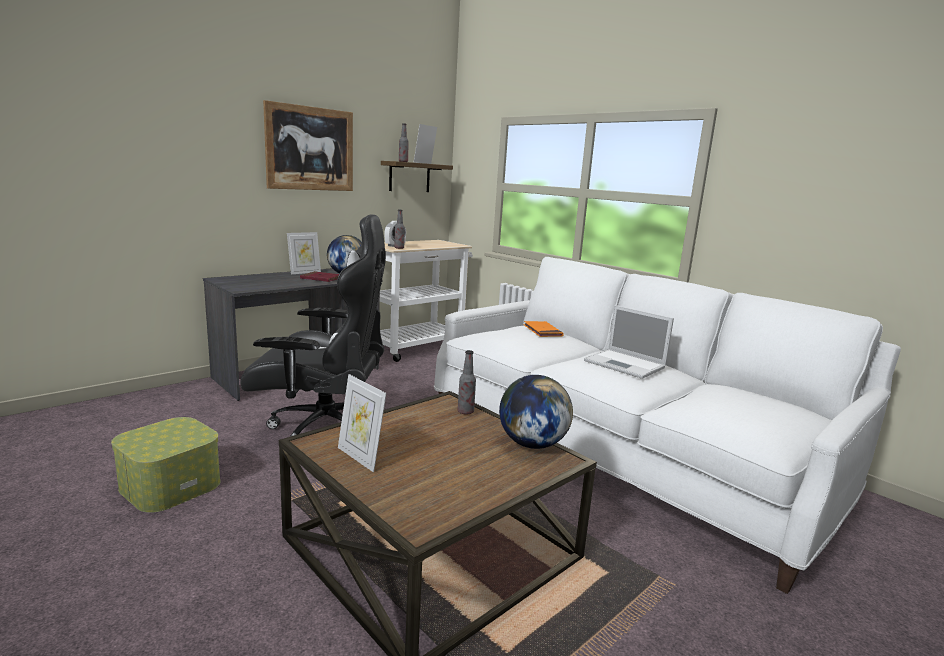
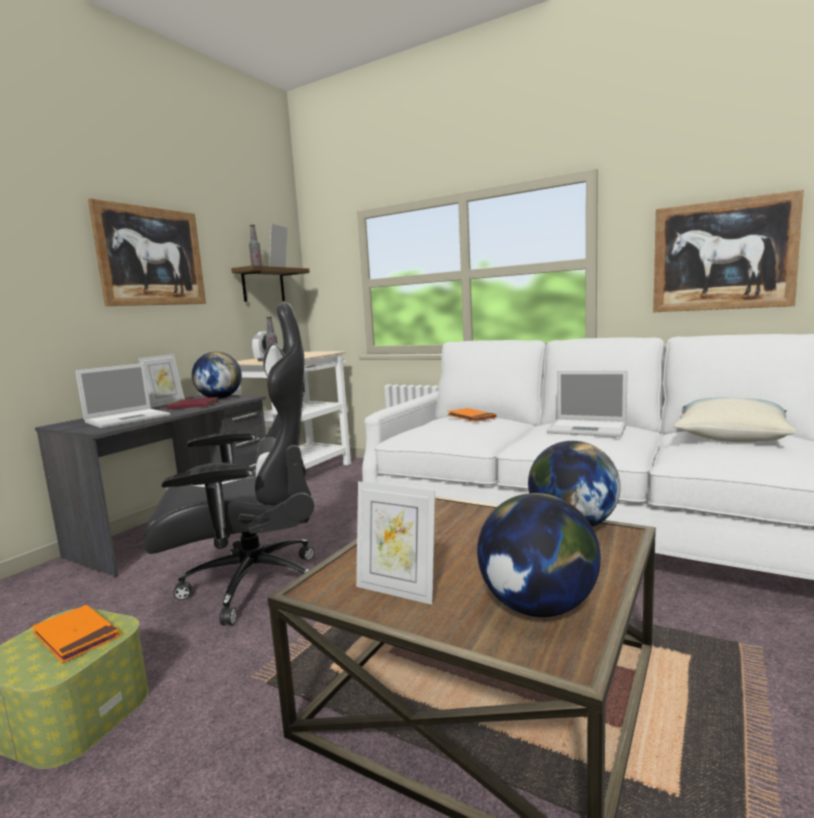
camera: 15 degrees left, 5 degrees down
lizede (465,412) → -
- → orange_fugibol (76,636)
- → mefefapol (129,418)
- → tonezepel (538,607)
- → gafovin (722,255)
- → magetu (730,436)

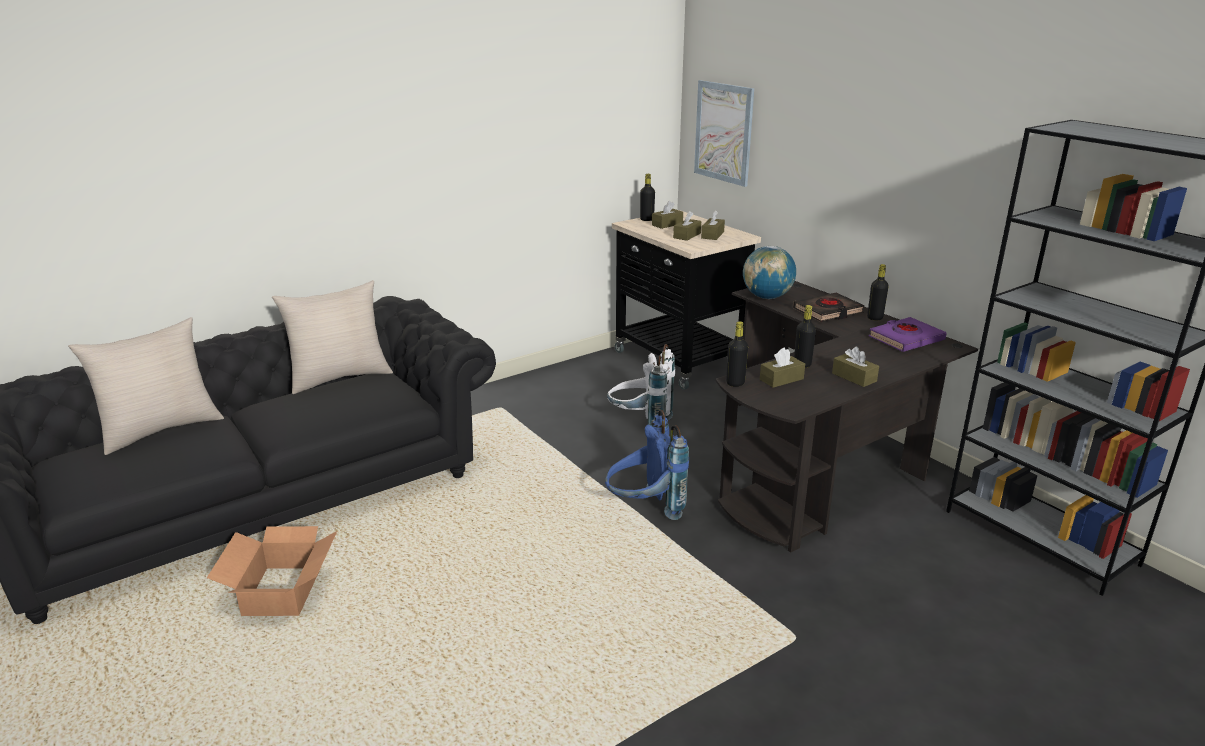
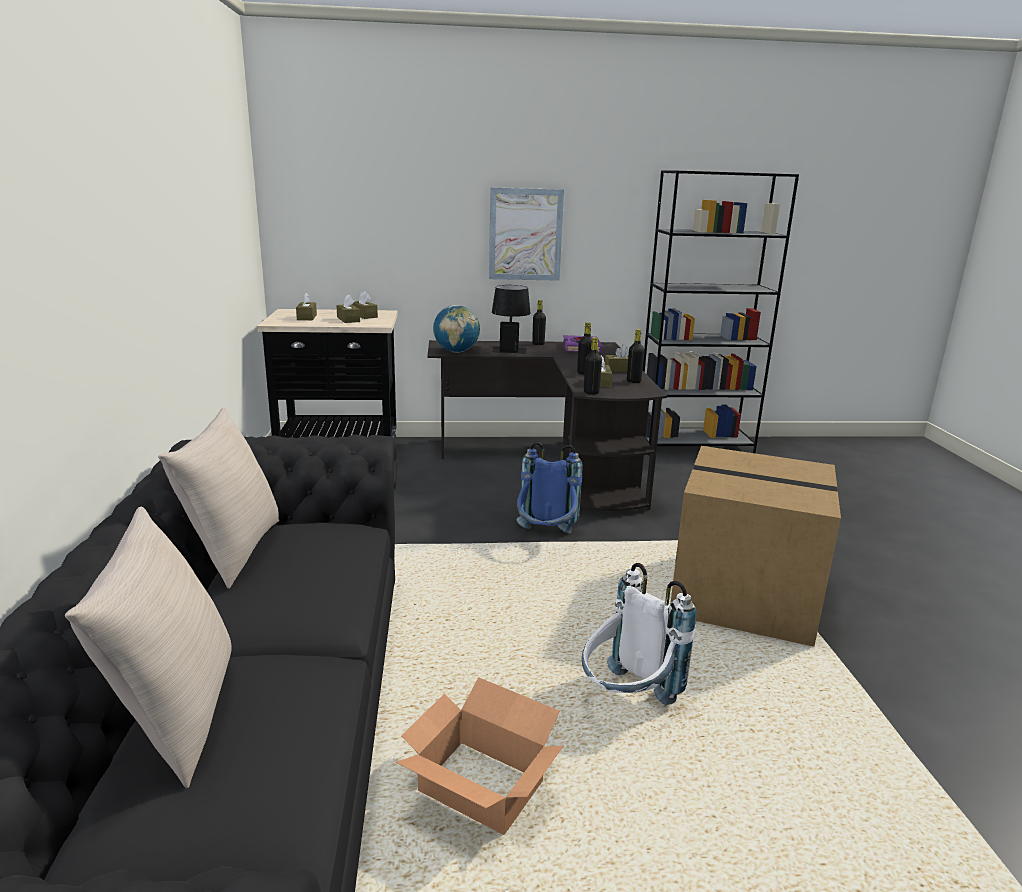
camera: 60 degrees left, 5 degrees down
- → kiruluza (746,596)
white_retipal (640,425) → white_retipal (627,701), shifted
black_lizede (647,219) → black_lizede (633,381), shifted
gafovin (723,132) → gafovin (525,234), shifted
black_fugibol (828,312) → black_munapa (509,348)

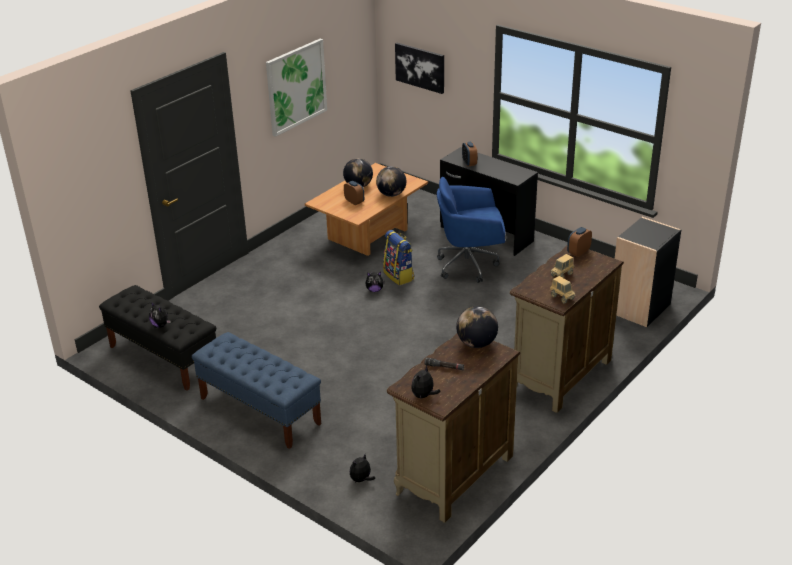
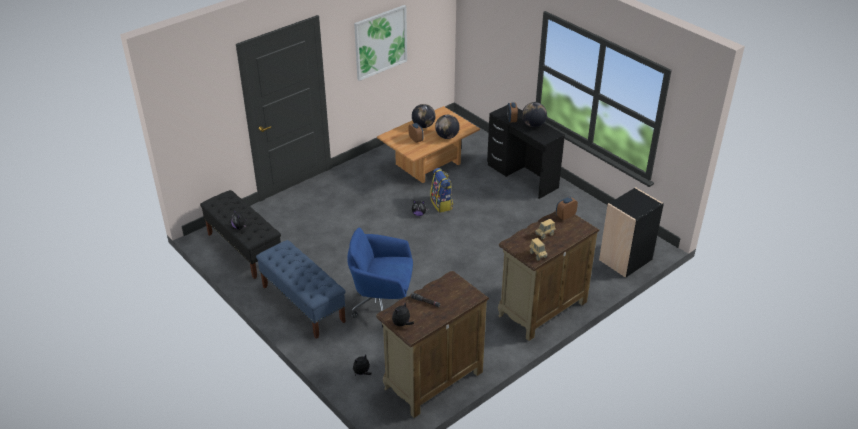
camera: 10 degrees right, 5 degrees up
gafovin (420,67) → -
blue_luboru (470,266) → blue_luboru (382,307), shifted
tonezepel (476,343) → tonezepel (533,125), shifted

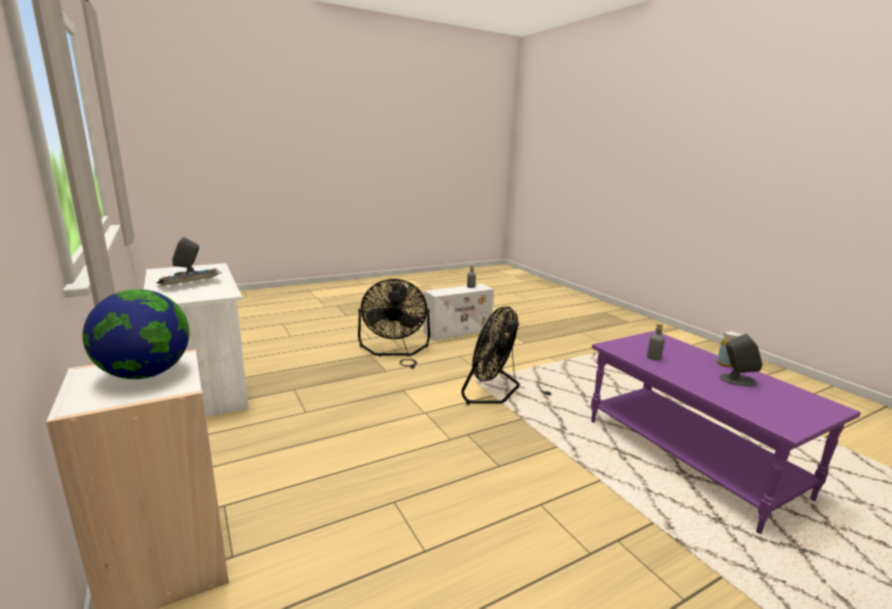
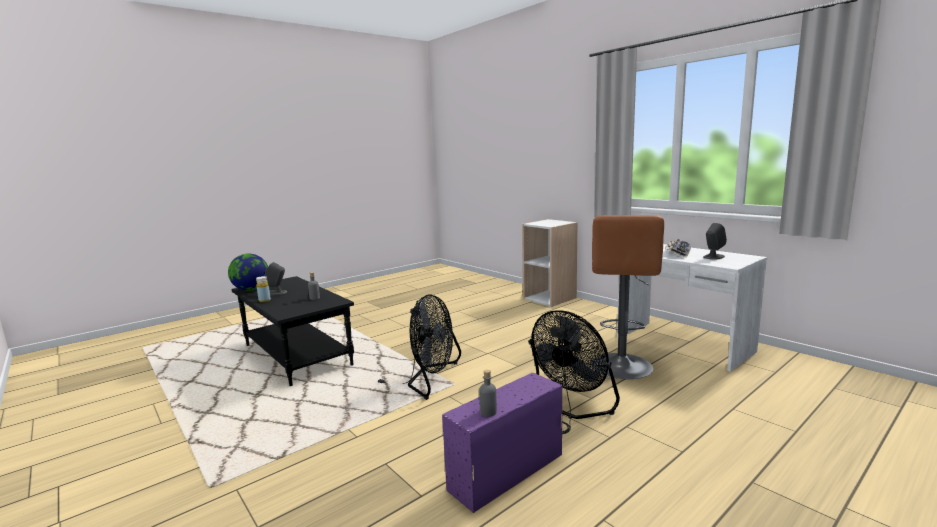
camera: 170 degrees right, 5 degrees down
- → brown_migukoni (620,366)
tonezepel (145,374) → tonezepel (251,290), shifted
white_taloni (458,331) → purple_taloni (505,473)
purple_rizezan (691,457) → black_rizezan (295,355)
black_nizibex (396,352) → black_nizibex (565,407), 120 degrees counterclockwise

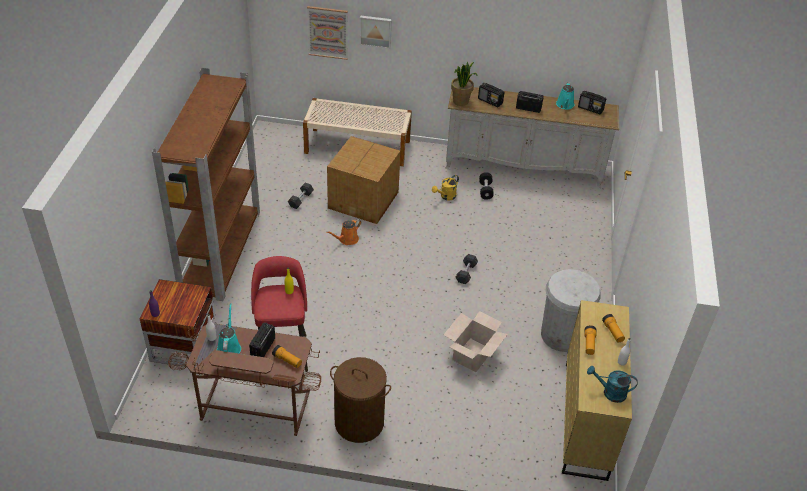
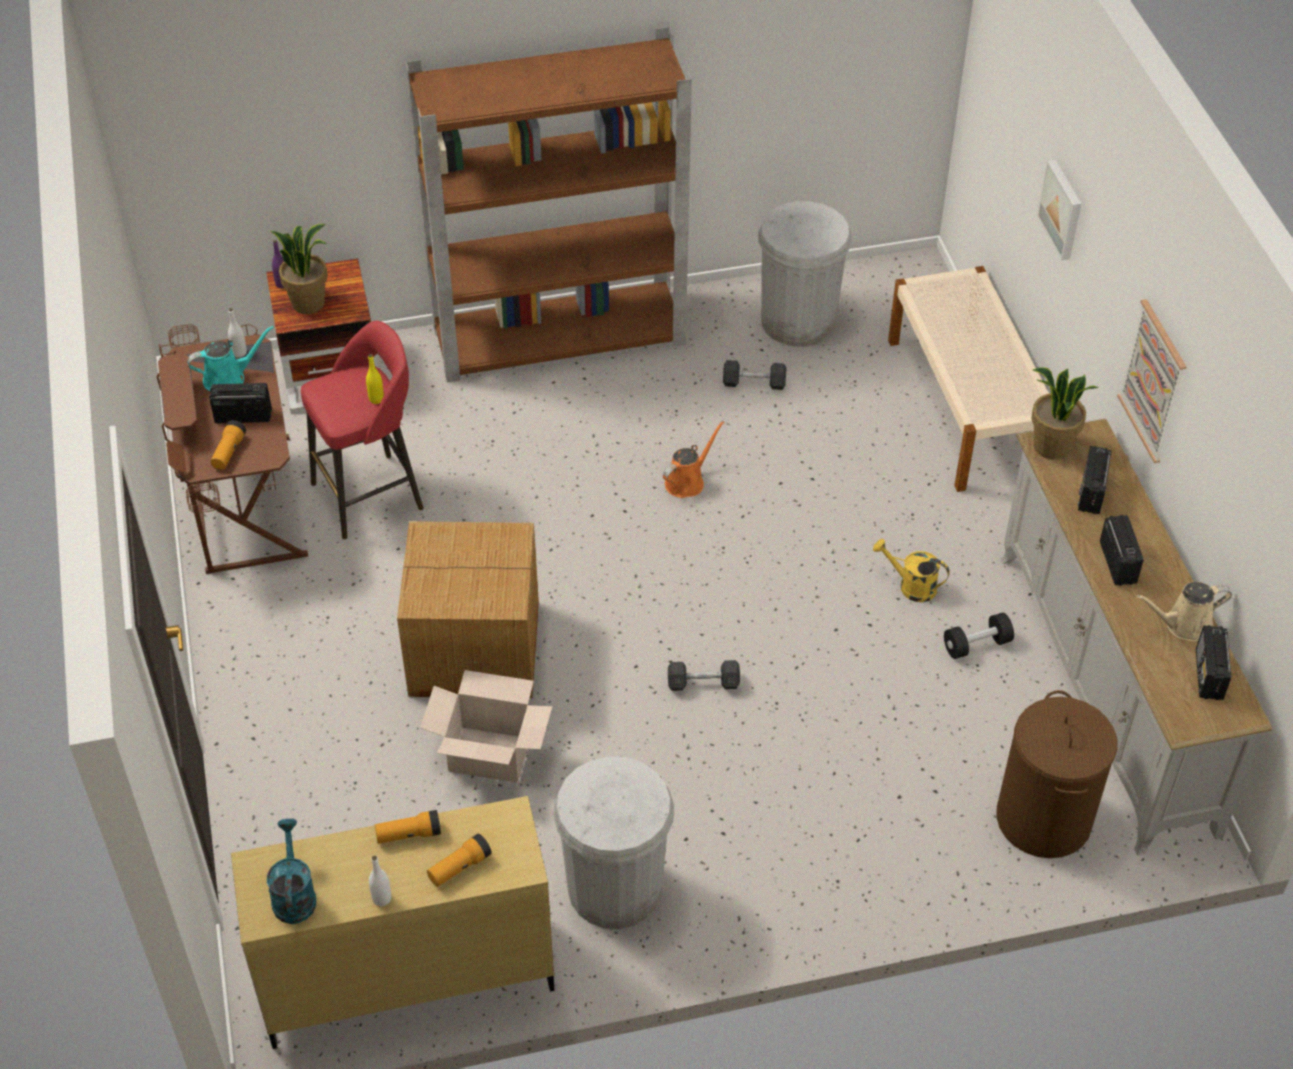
camera: 70 degrees right, 5 degrees up
- → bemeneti (308,302)
- → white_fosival (798,321)
gafovin (328,32) → gafovin (1153,381), shifted
kiruluza (364,200) → kiruluza (476,650), shifted
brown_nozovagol (359,422) → brown_nozovagol (1044,819), shifted
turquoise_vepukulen (565,105) → beige_vepukulen (1183,625)
orange_vepukulen (347,240) → orange_vepukulen (687,481), 105 degrees clockwise

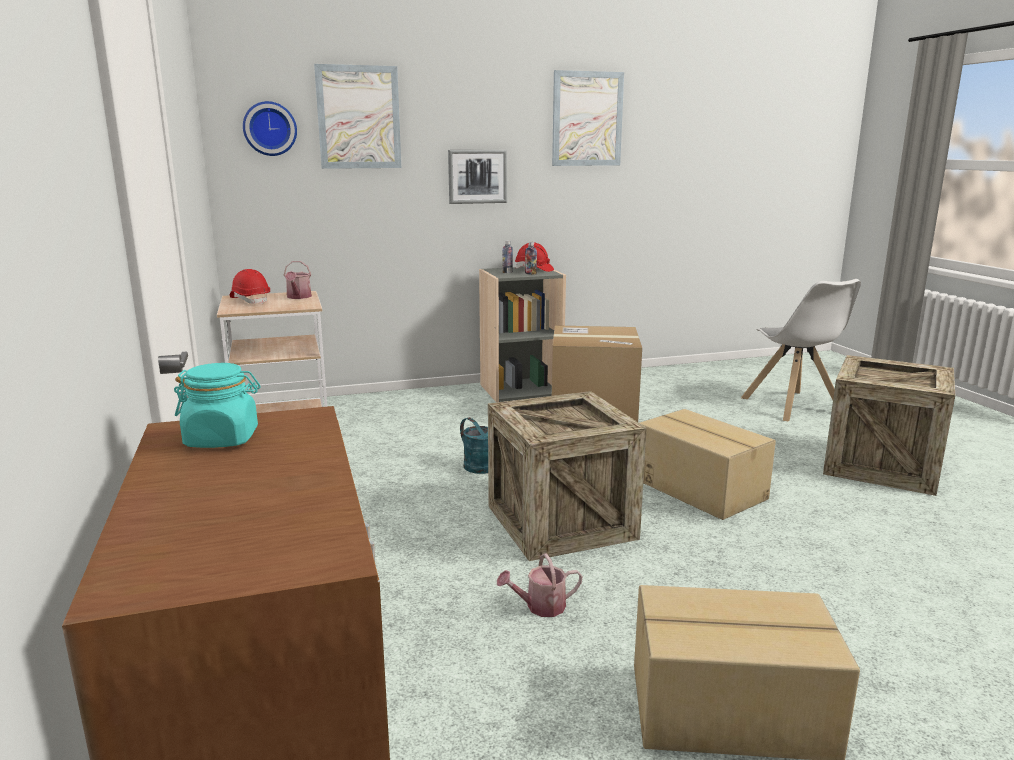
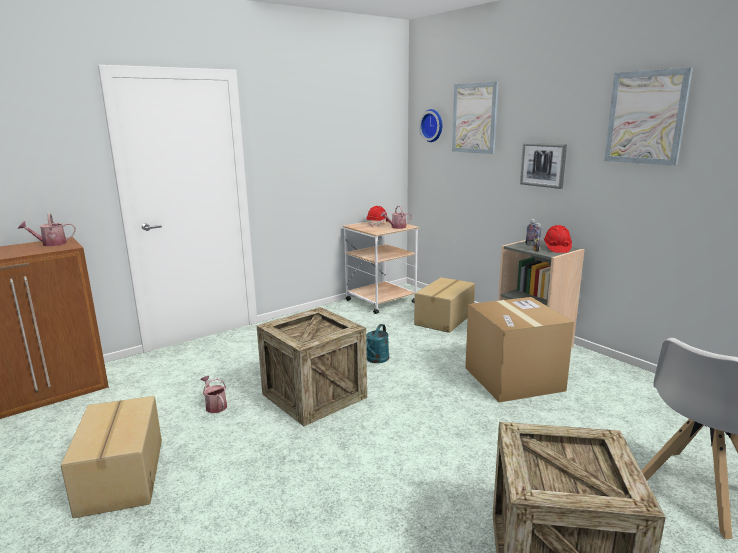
camera: 70 degrees right, 0 degrees up
kiruluza (700,488) → kiruluza (445,319), shifted
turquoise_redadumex (222,439) → vepukulen (50,244)

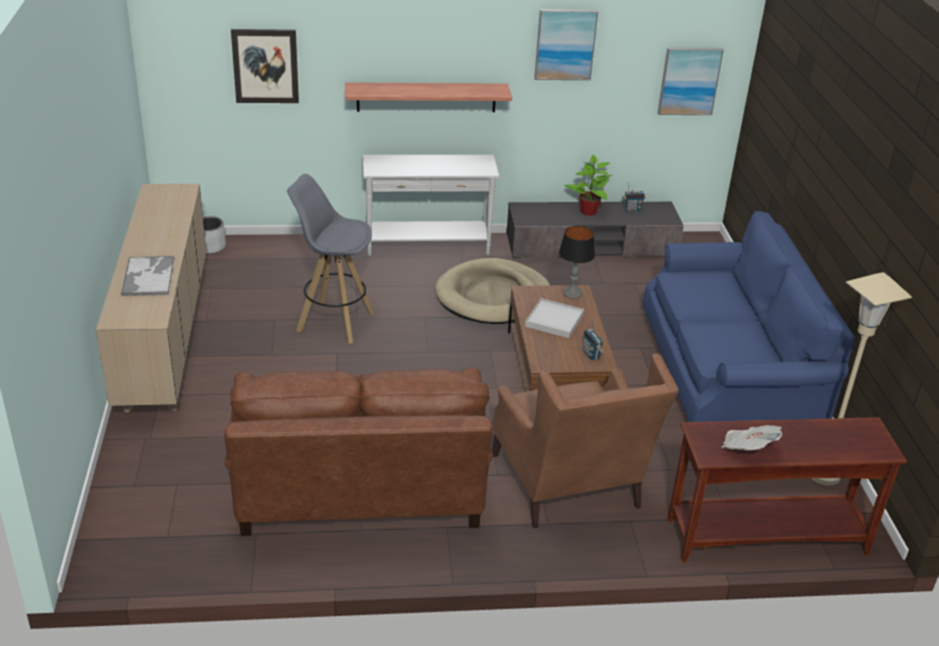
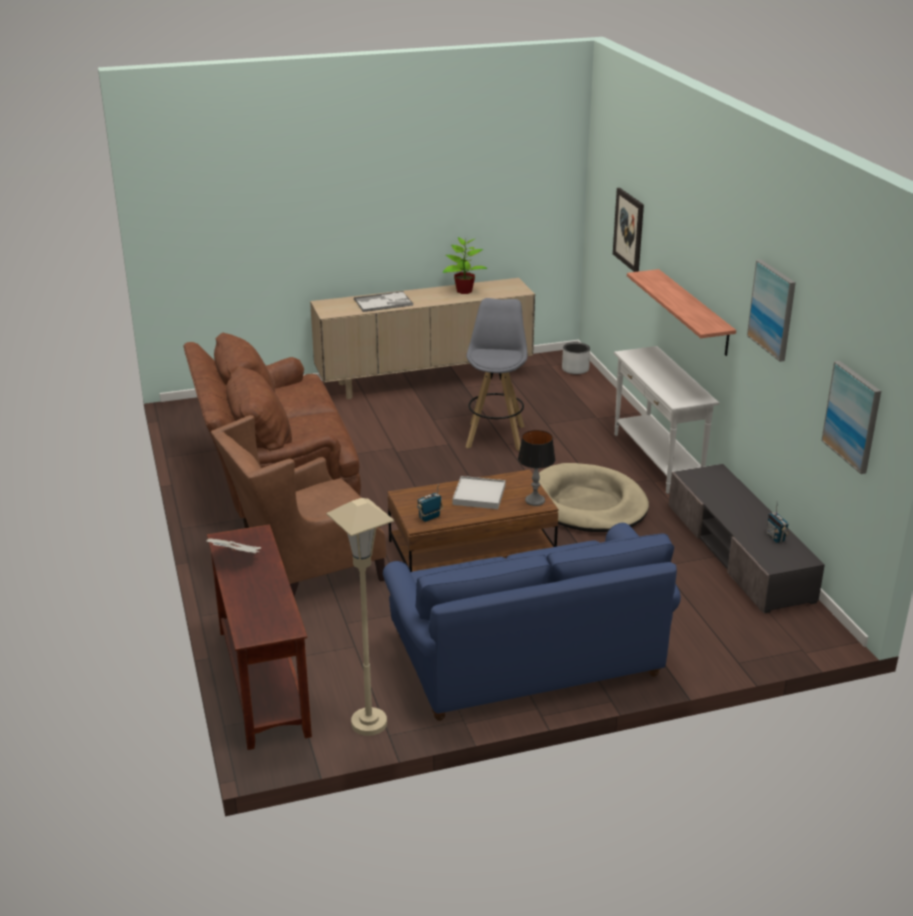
camera: 80 degrees right, 5 degrees down
bemeneti (588,211) → bemeneti (464,291), shifted

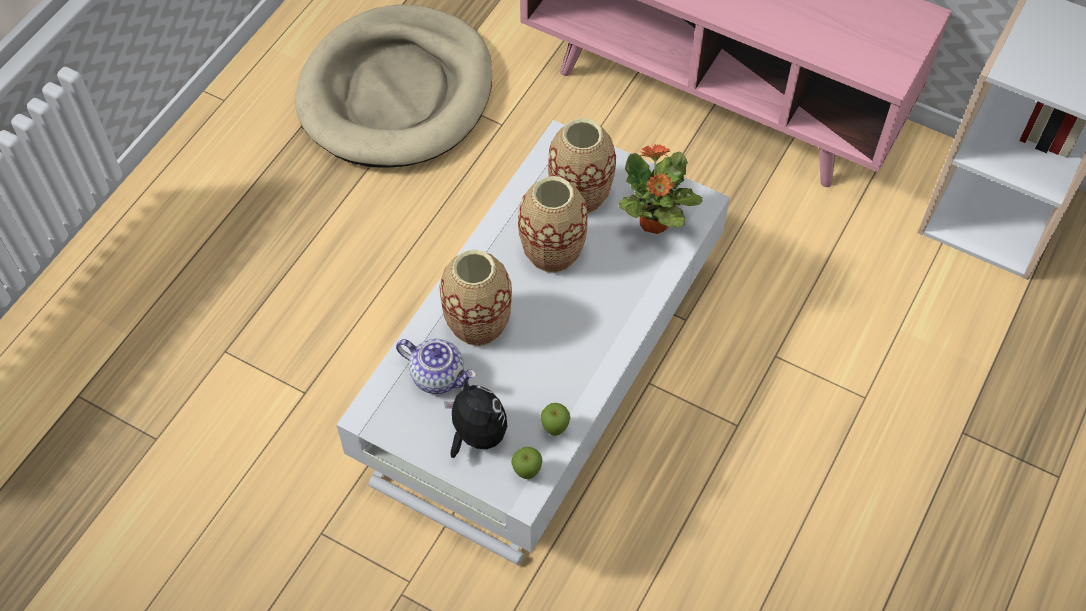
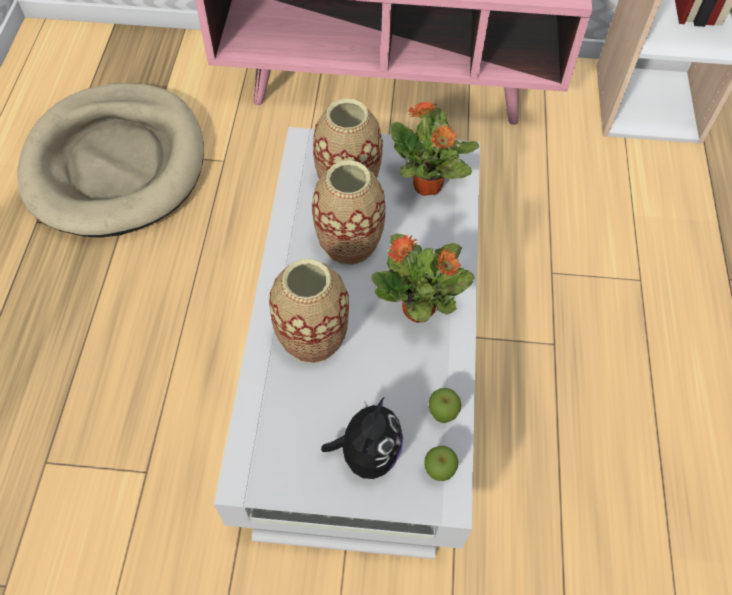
camera: 25 degrees left, 0 degrees up
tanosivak (438,376) → -
- → bemeneti (419,310)
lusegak (476,435) → lusegak (367,453), 75 degrees clockwise

